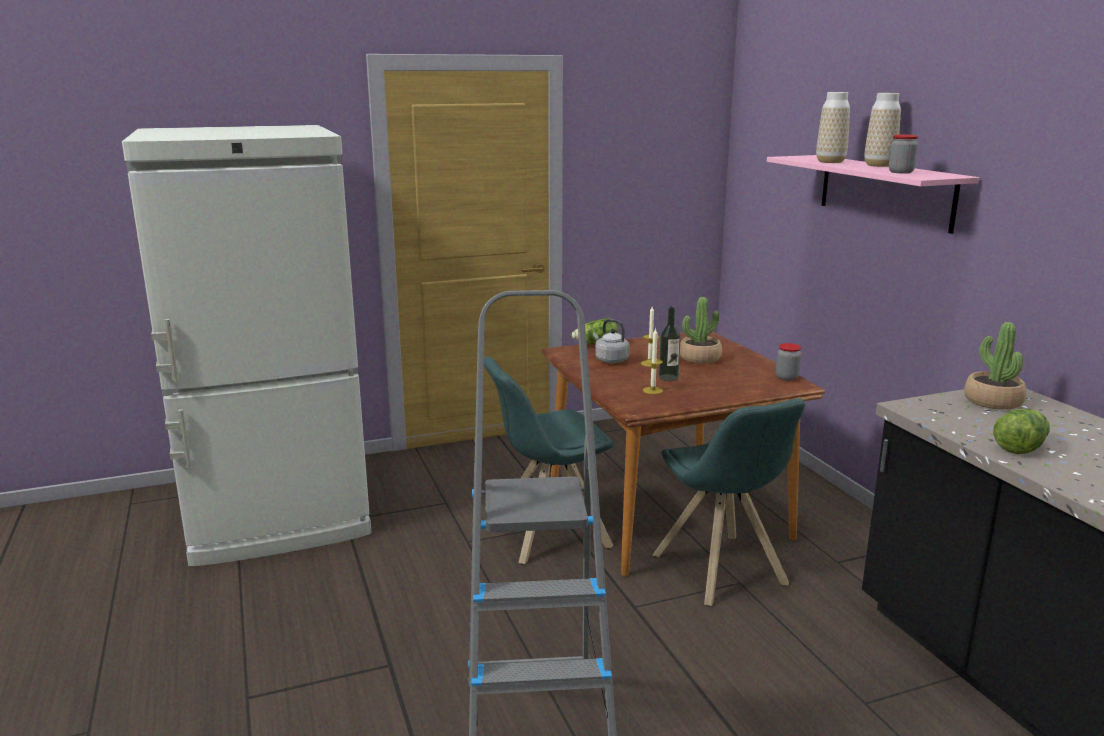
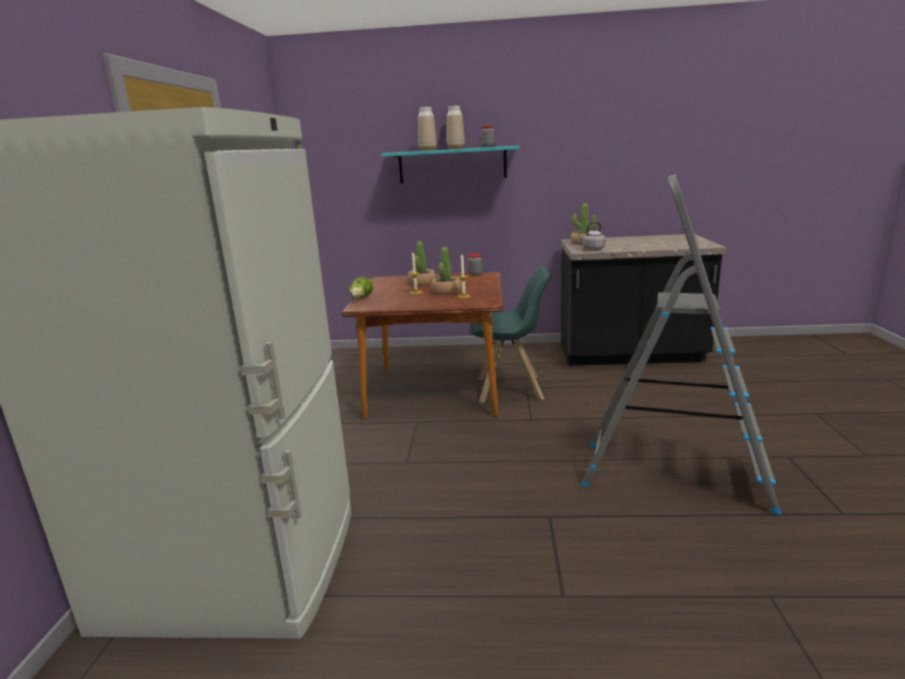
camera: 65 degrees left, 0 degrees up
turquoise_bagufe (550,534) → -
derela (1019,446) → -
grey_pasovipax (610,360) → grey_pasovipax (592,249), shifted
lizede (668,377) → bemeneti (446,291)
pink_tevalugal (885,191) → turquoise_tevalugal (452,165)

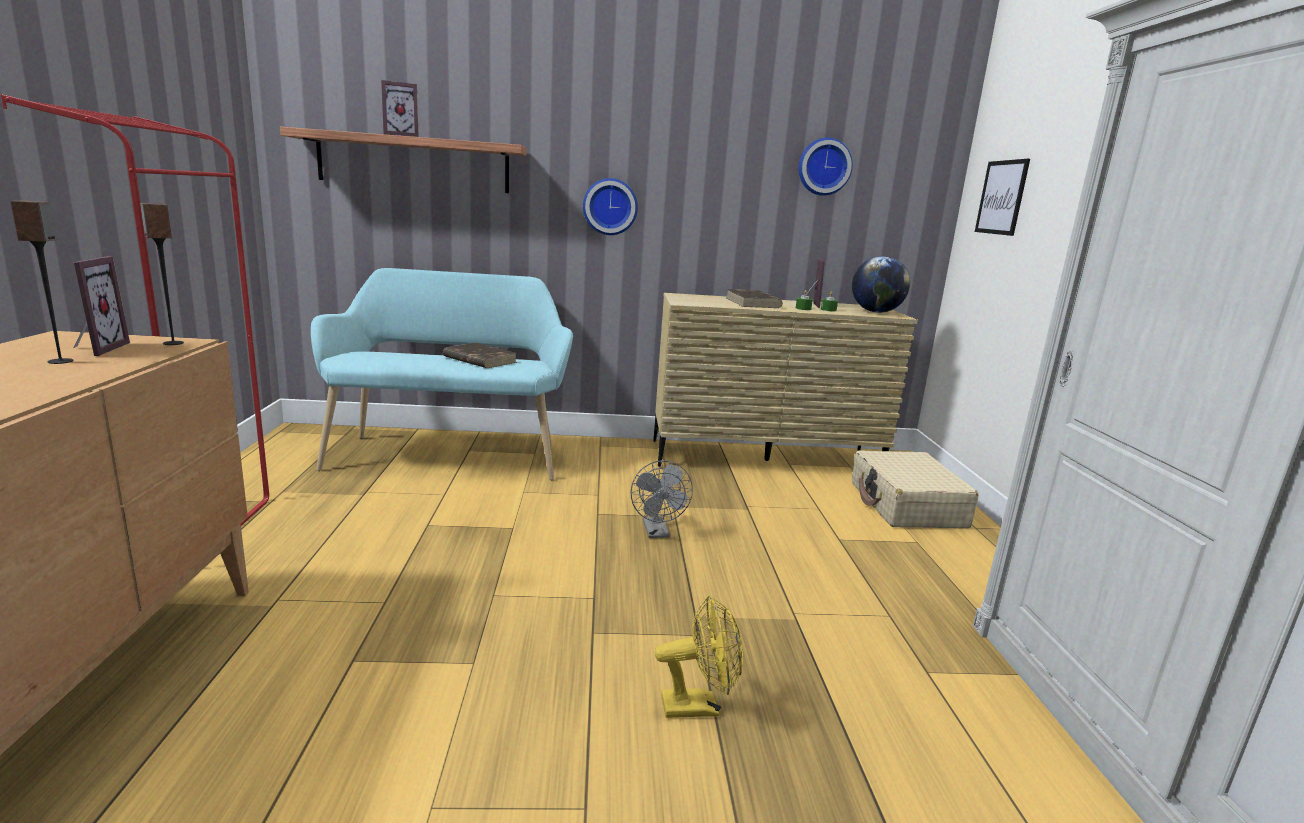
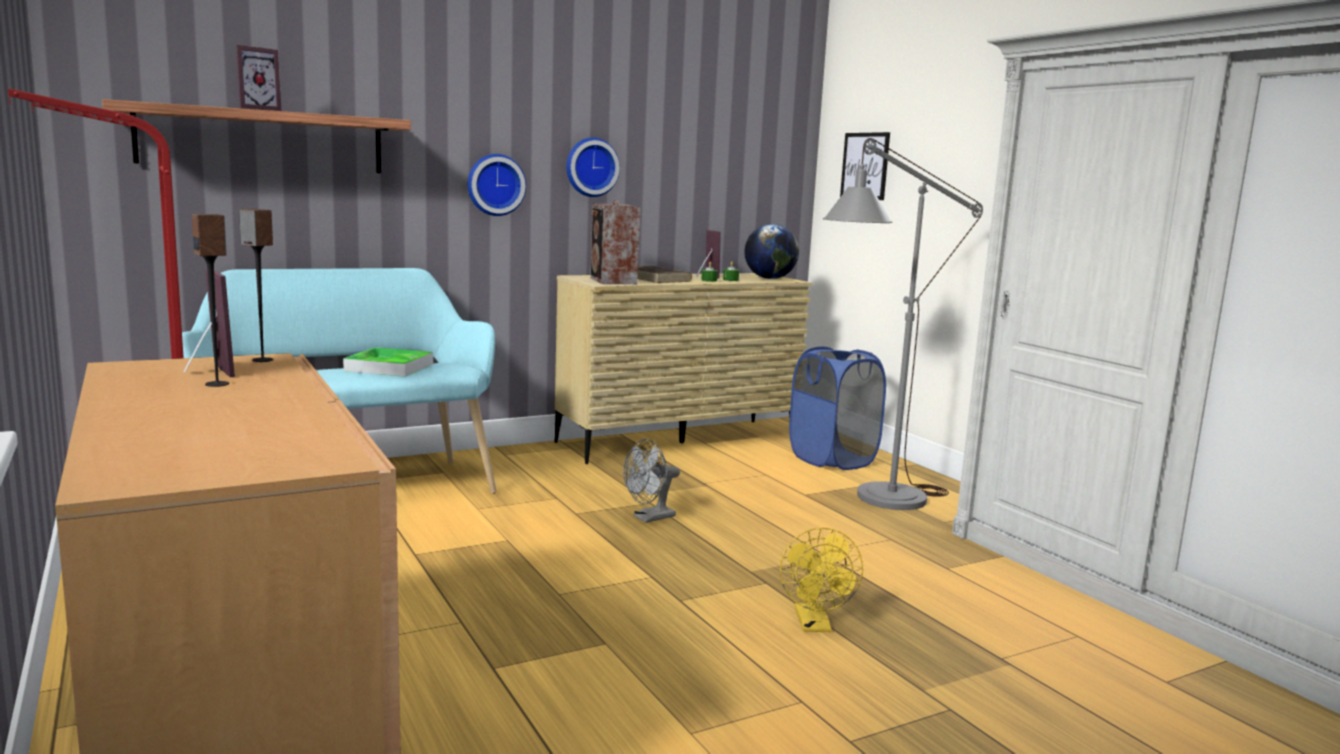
camera: 25 degrees left, 5 degrees down
- → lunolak (613,281)
- → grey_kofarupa (876,501)
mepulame (823,167) → mepulame (591,167), shifted
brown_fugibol (479,359) → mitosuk (389,367)
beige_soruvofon (906,505) → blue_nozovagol (832,459)
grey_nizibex (657,533) → grey_nizibex (649,518), 90 degrees clockwise
yellow_nizibex (699,706) → yellow_nizibex (815,625), 120 degrees clockwise

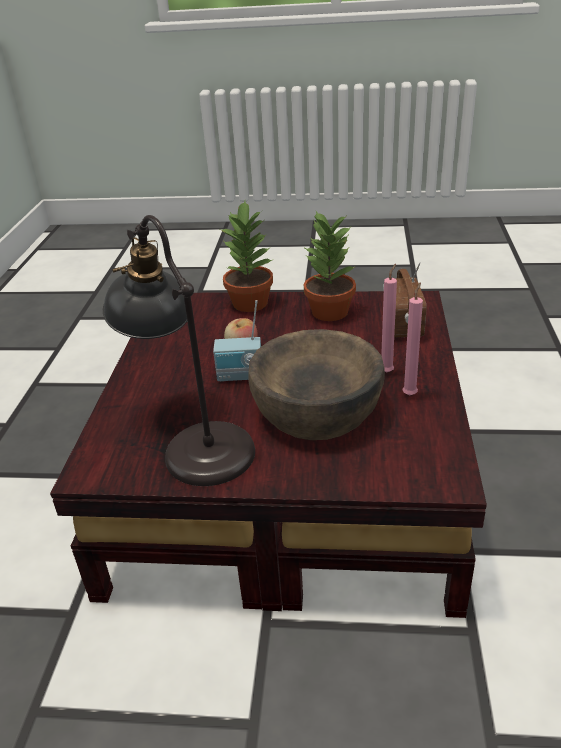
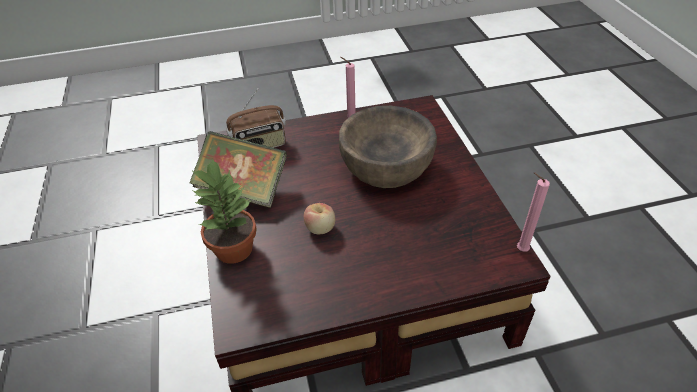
camera: 110 degrees left, 10 degrees up
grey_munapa (188,435) → -
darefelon (240,377) → -
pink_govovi (387,371) → pink_govovi (520,249), shifted
bemeneti (329,312) → fugibol (243,189)

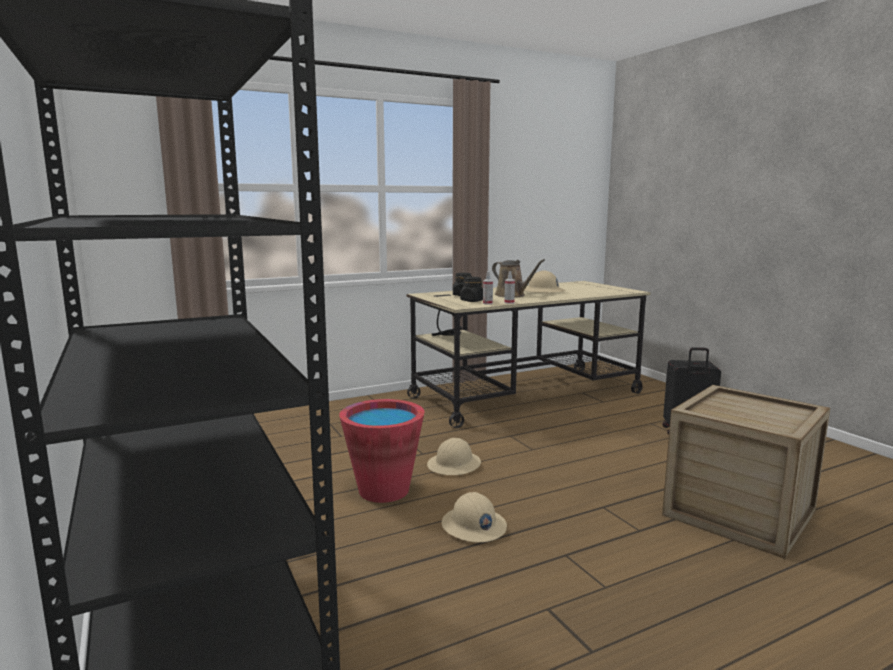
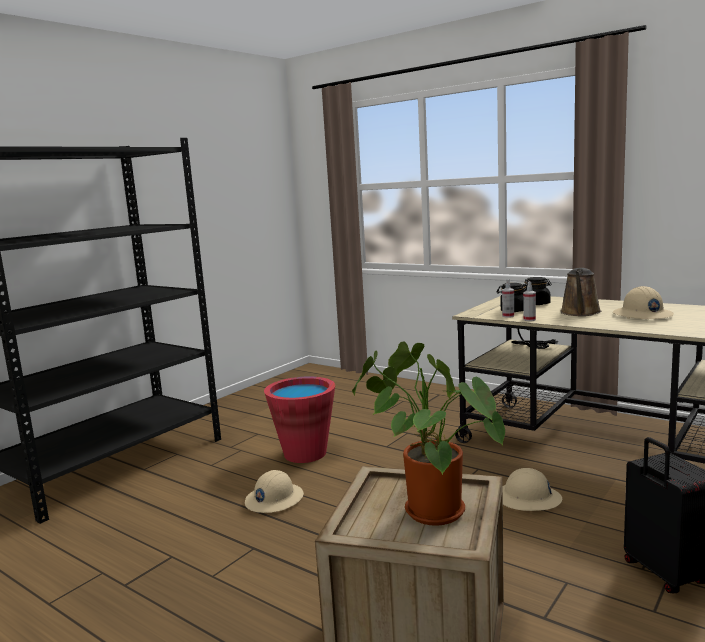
camera: 65 degrees right, 0 degrees up
- → bemeneti (427,511)
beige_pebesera (454,465) → beige_pebesera (528,499), shifted

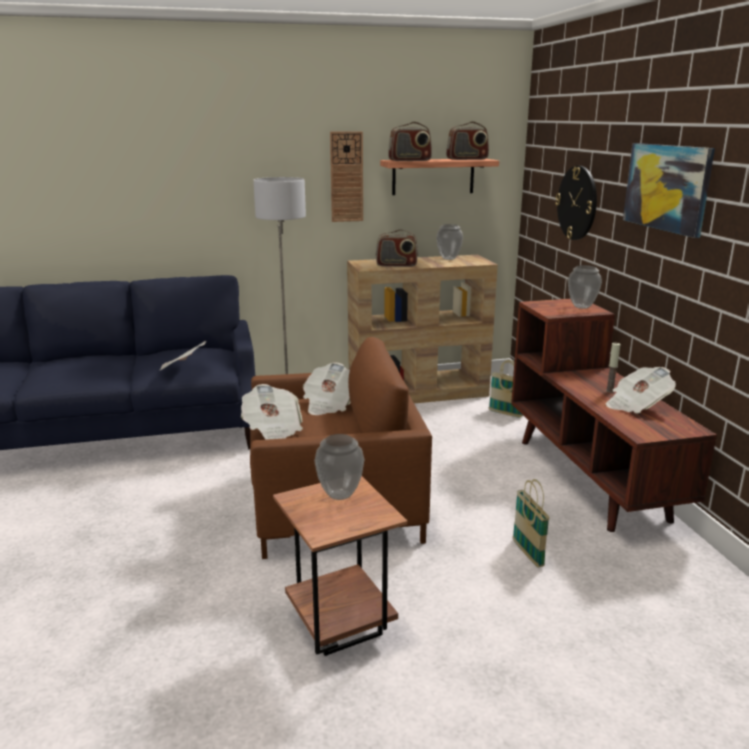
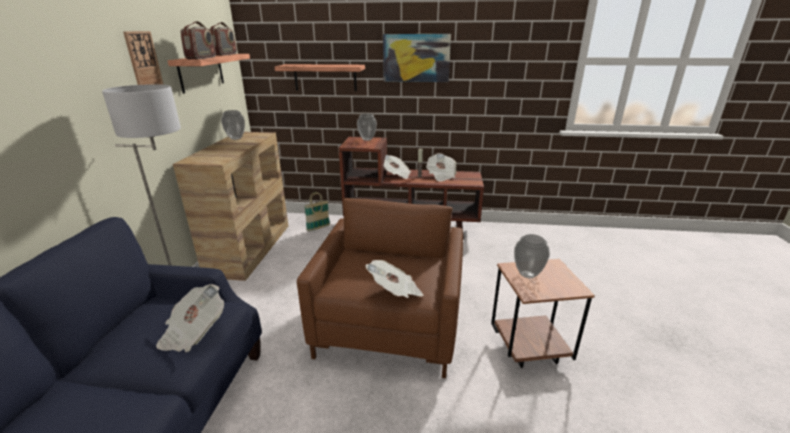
camera: 70 degrees left, 5 degrees up
darefelon (396,265) → -
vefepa (527,554) → -
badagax (329,404) → badagax (396,174), shifted
mepulame (577,203) → tevalugal (325,77)

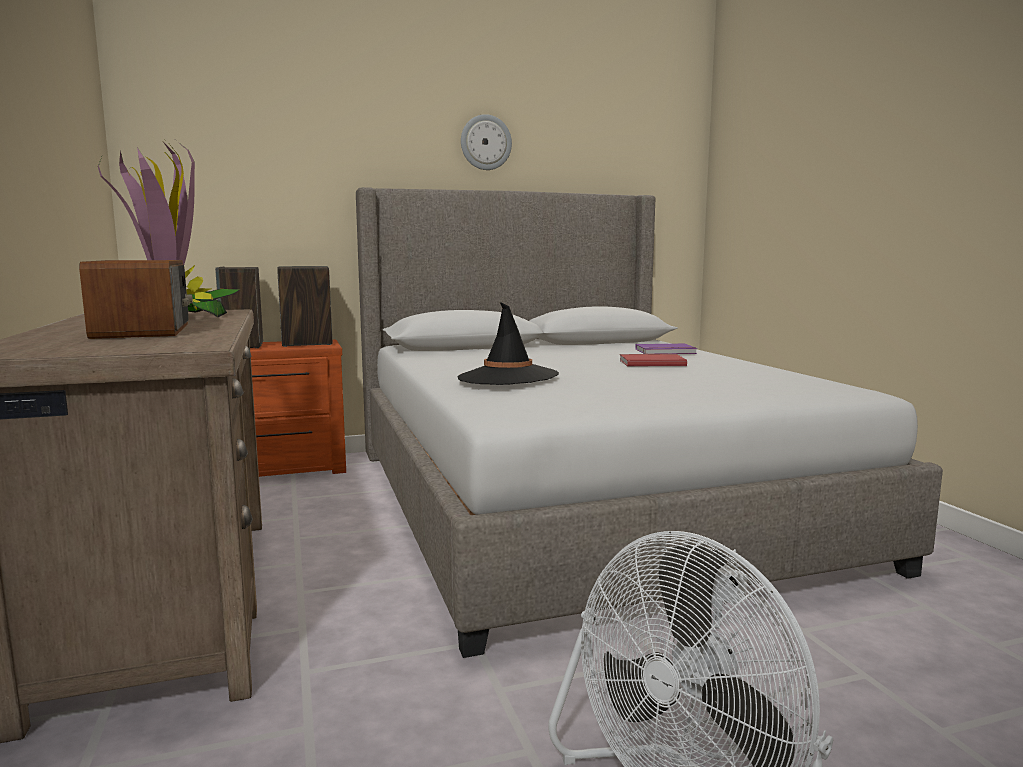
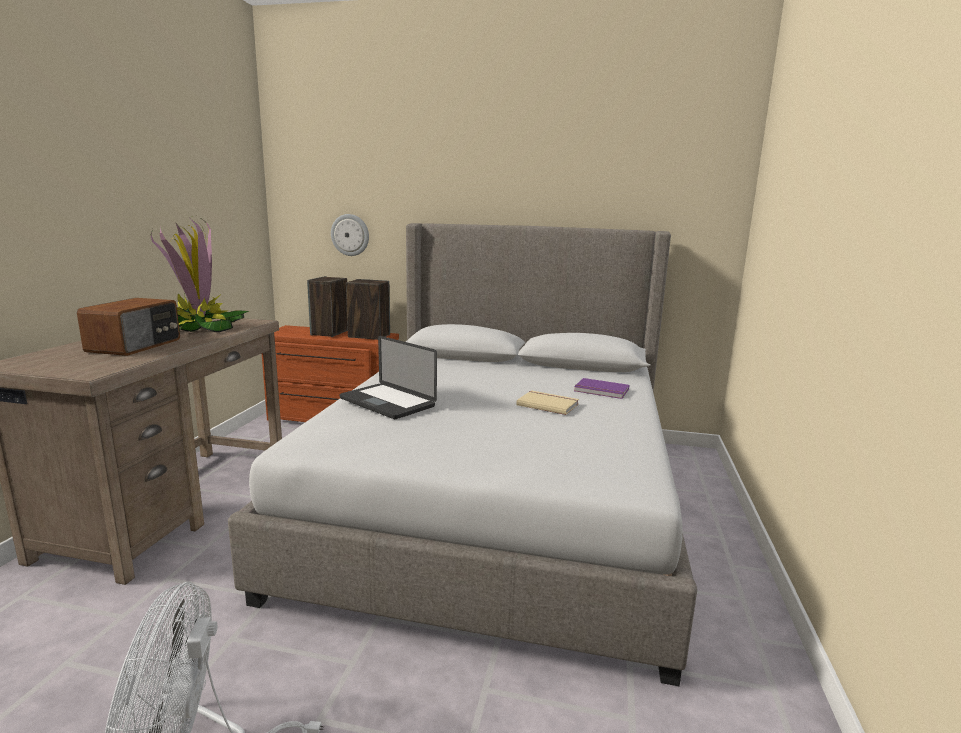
camera: 30 degrees right, 5 degrees up
mepulame (486,142) → mepulame (350,235), shifted
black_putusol (507,377) → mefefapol (387,402)
red_fugibol (651,363) → beige_fugibol (548,404)

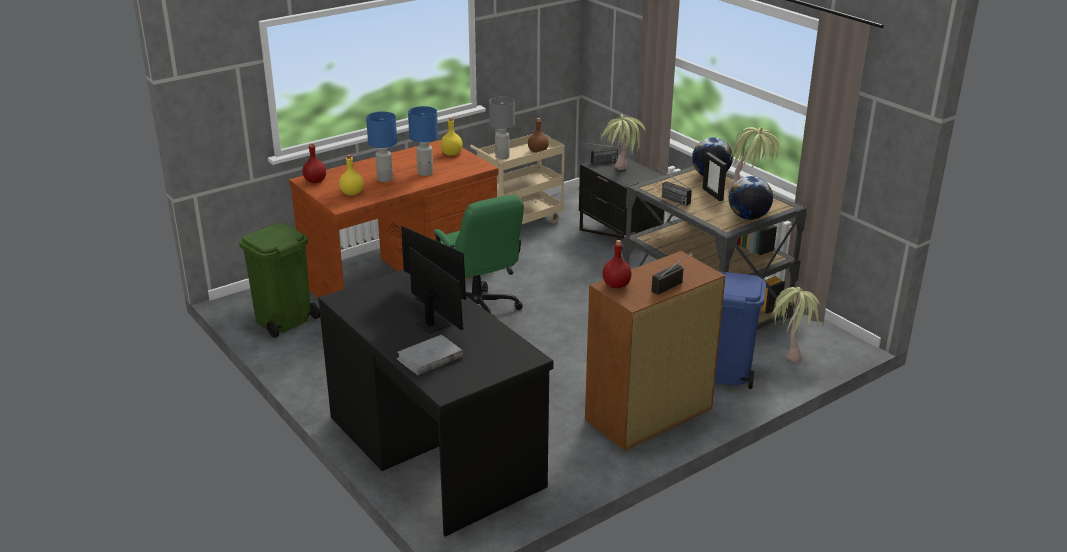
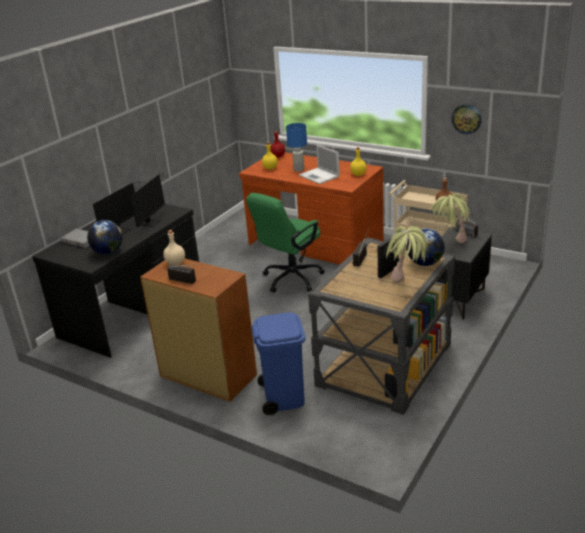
camera: 70 degrees right, 0 degrees up
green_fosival (283,321) → -
grey_munapa (502,157) → -
bemeneti (789,351) → -
- → mepulame (466,119)
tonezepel (748,217) → tonezepel (108,252), shifted
blue_munapa (425,173) → mefefapol (319,176)
red_lizede (616,285) → beige_lizede (175,263)

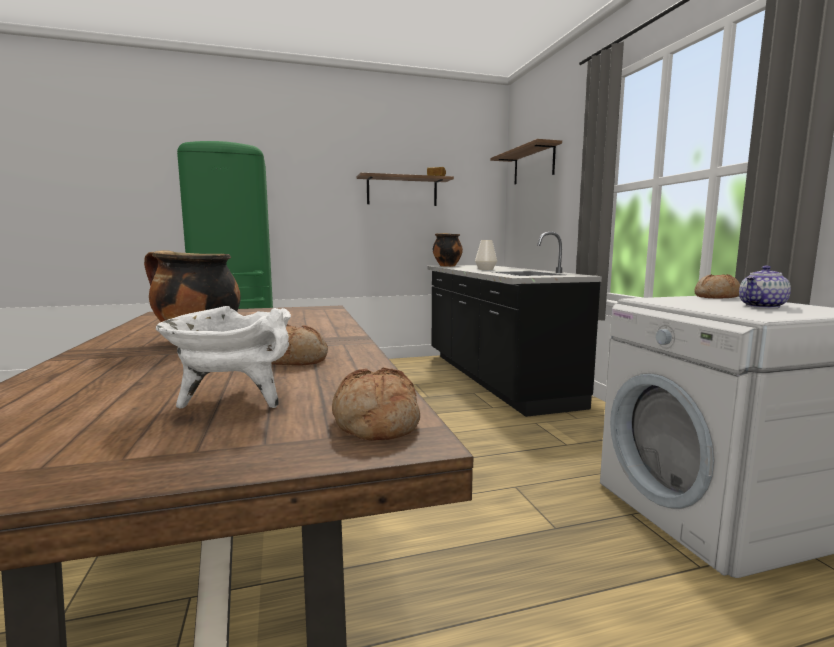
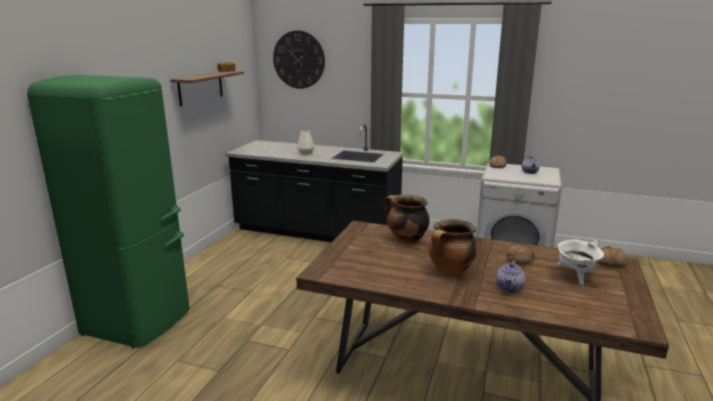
camera: 55 degrees left, 10 degrees up
- → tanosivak (510,288)
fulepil (446,266) → fulepil (406,240), shifted
tevalugal (533,165) → mepulame (299,60)

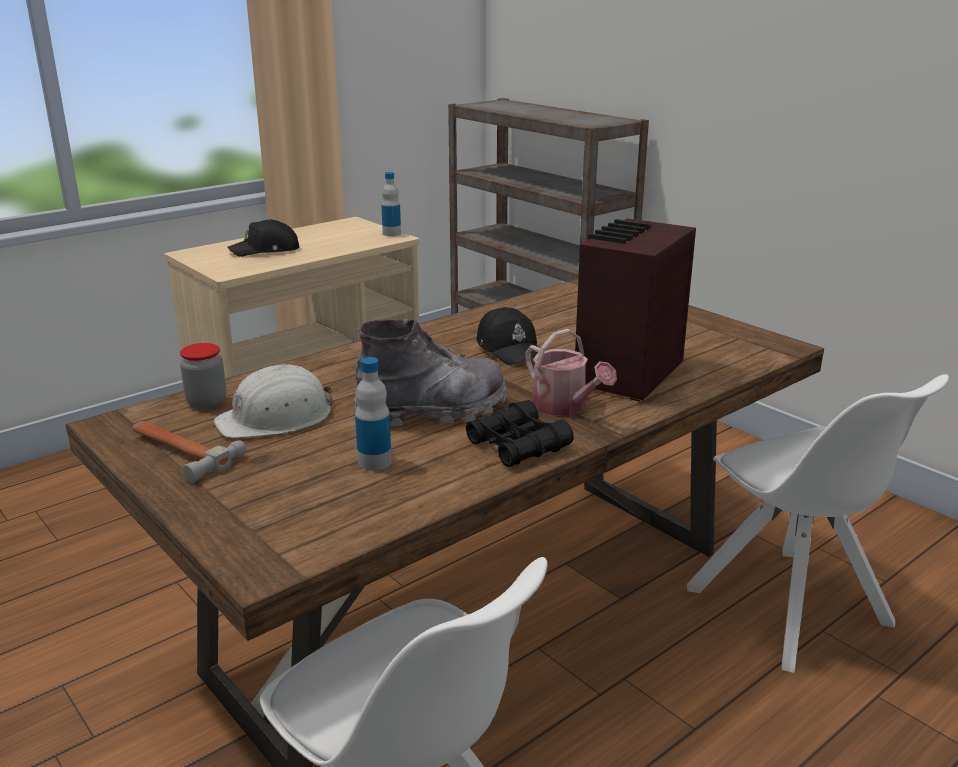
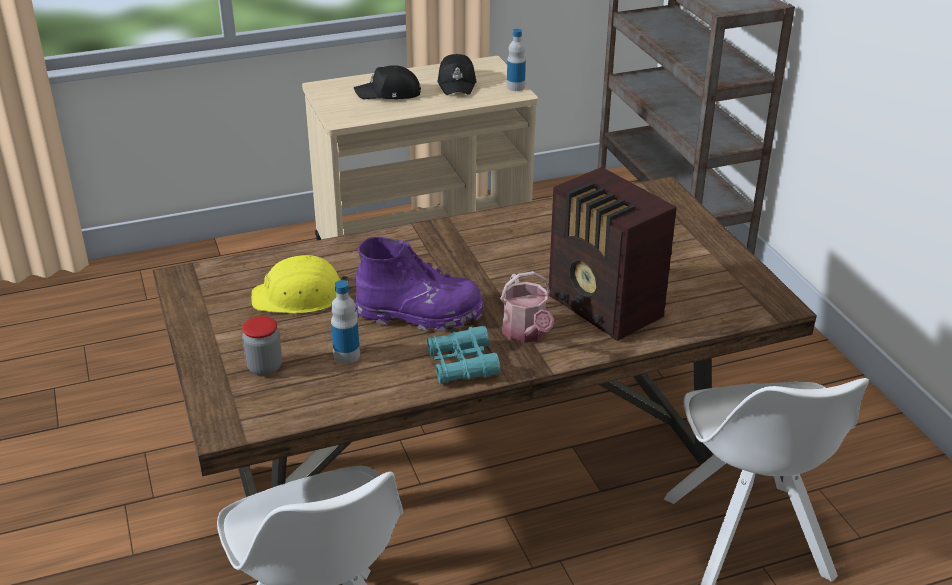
camera: 20 degrees right, 10 degrees up
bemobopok (179,452) → -
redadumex (207,402) → redadumex (264,367), shifted
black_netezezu (509,349) → black_netezezu (457,83), shifted
white_pebesera (276,418) → yellow_pebesera (299,296)
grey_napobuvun (433,411) → purple_napobuvun (419,314)
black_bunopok (517,445) → turquoise_bunopok (462,364)
darefelon (626,375) → darefelon (605,309), 90 degrees counterclockwise

